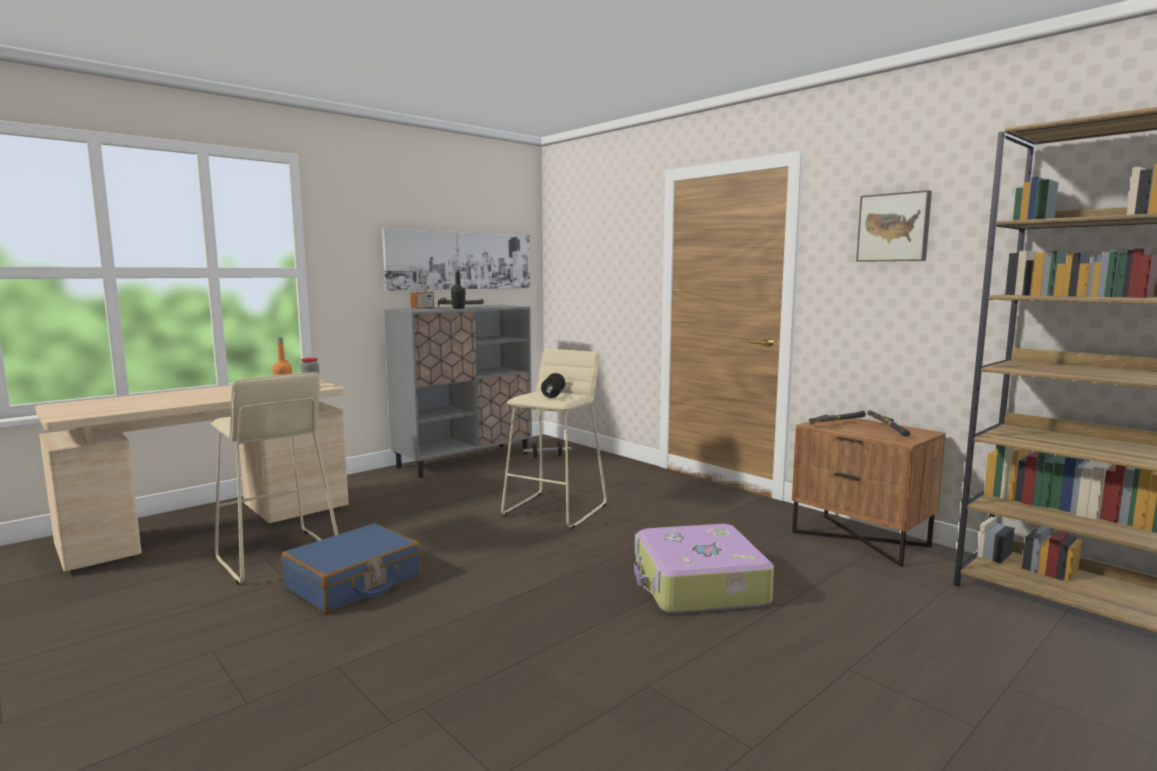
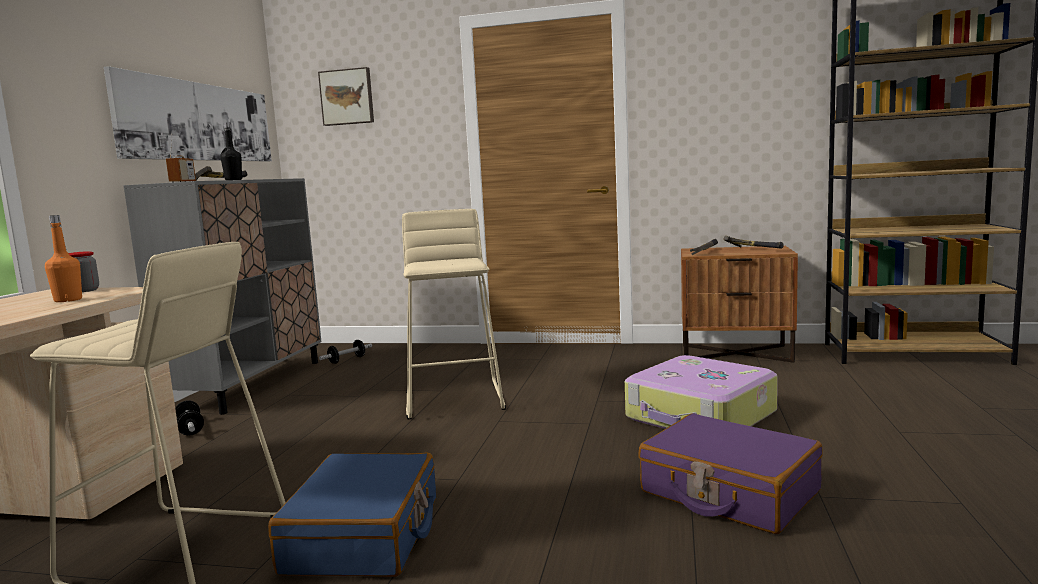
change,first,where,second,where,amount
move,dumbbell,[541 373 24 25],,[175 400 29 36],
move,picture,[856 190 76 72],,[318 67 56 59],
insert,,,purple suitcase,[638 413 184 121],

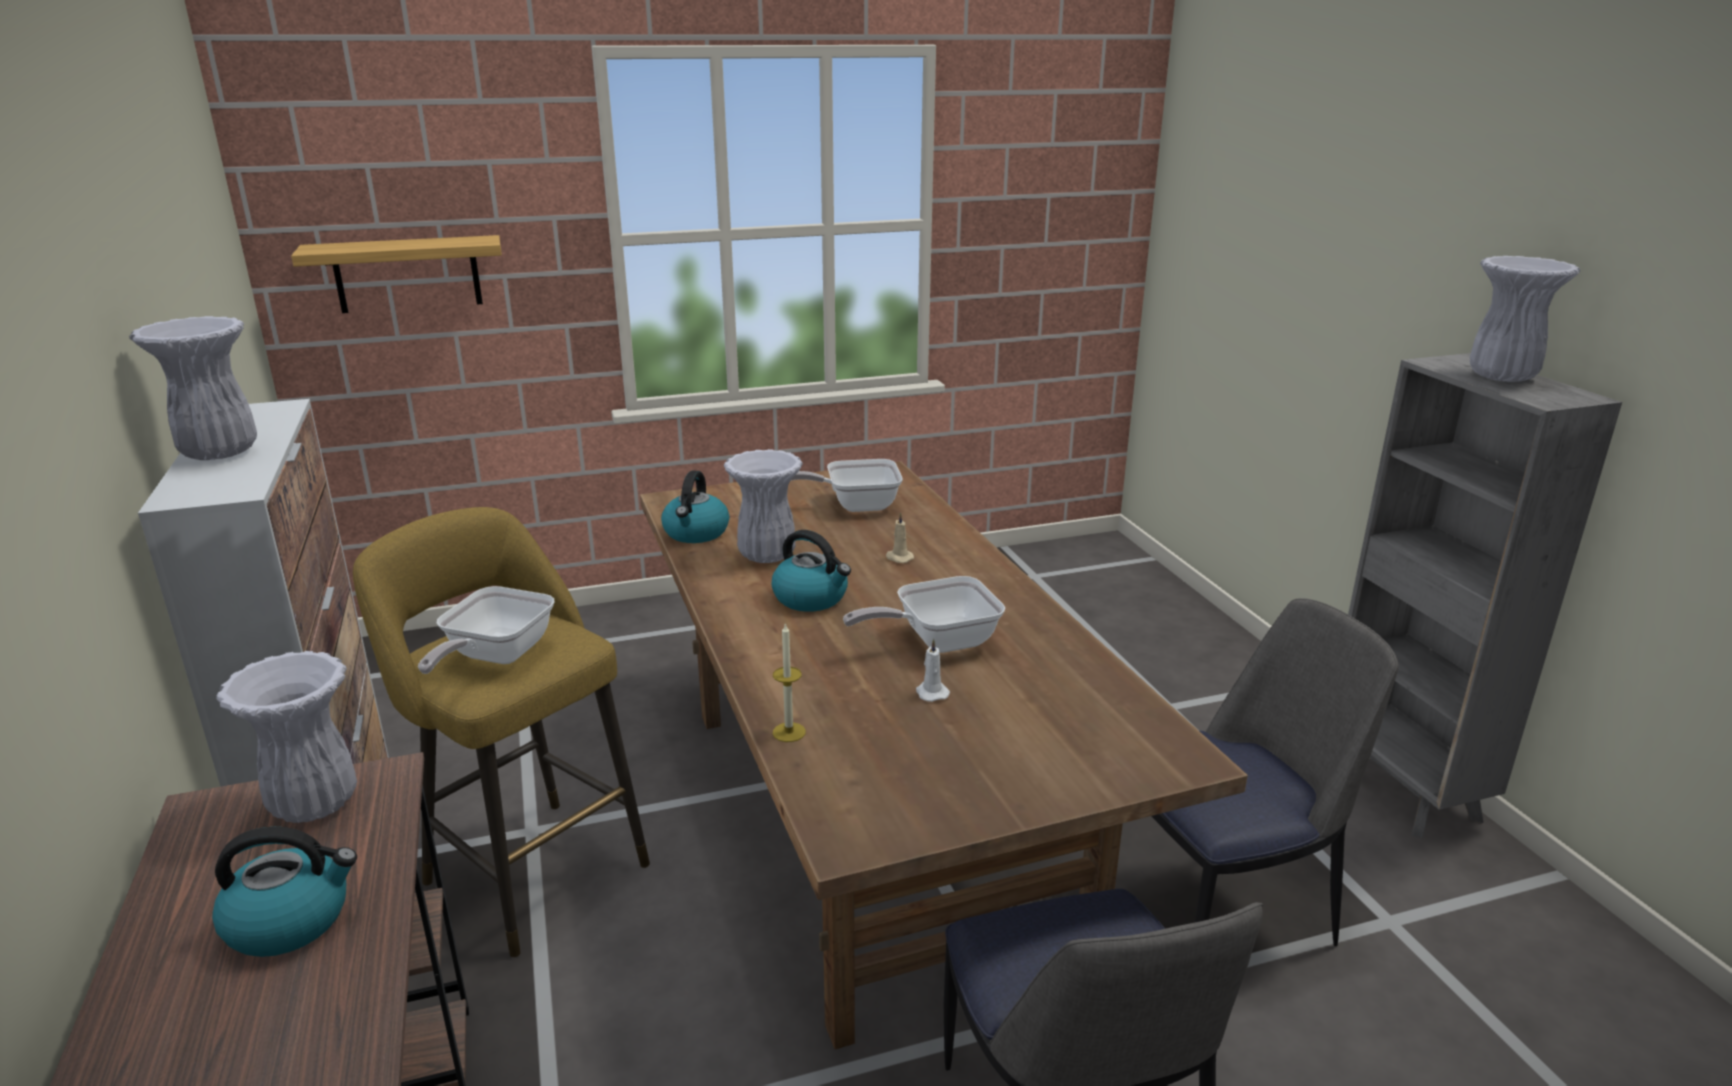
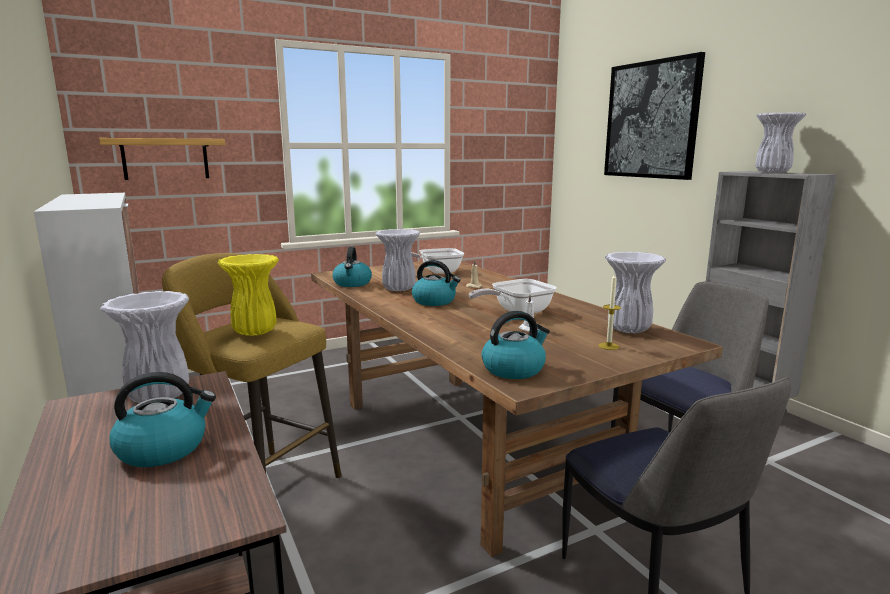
change,first,where,second,where,amount
replace,frying pan,[418 586 136 88],yellow vase,[218 254 61 82],
insert,,,kettle,[481 311 69 68],
move,candle,[773 623 33 119],,[599 274 22 76],
insert,,,picture,[604 52 101 128],
move,white vase,[129 316 128 144],,[605 252 61 81],

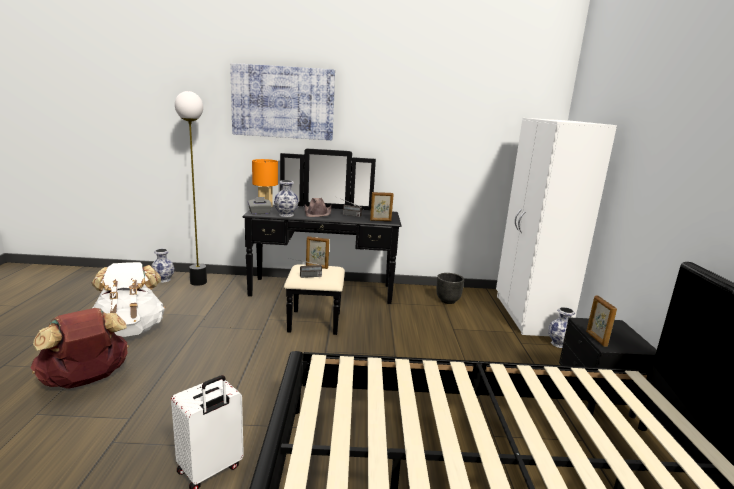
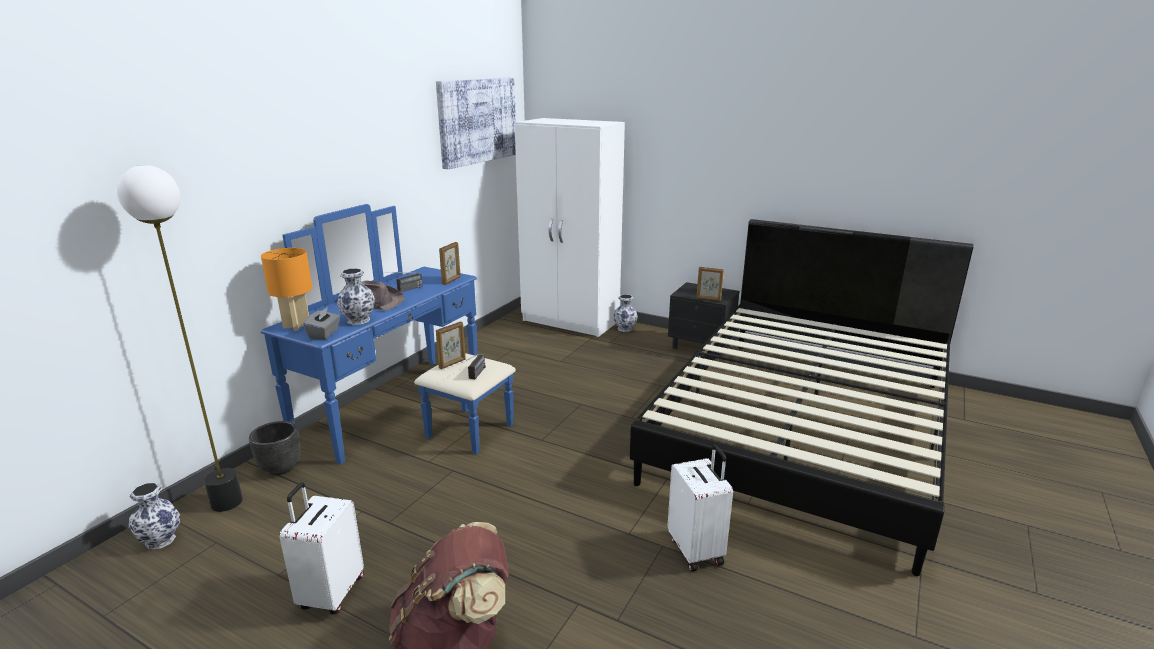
change,first,where,second,where,amount
move,black planter,[436 273 28 31],,[249 421 51 54],
recolor,black dresser,[242 149 159 186],blue dresser,[261 204 255 261],
replace,white backpack,[92 262 73 75],white suitcase,[279 482 85 132],
move,picture,[230 63 105 77],,[436 78 80 91],

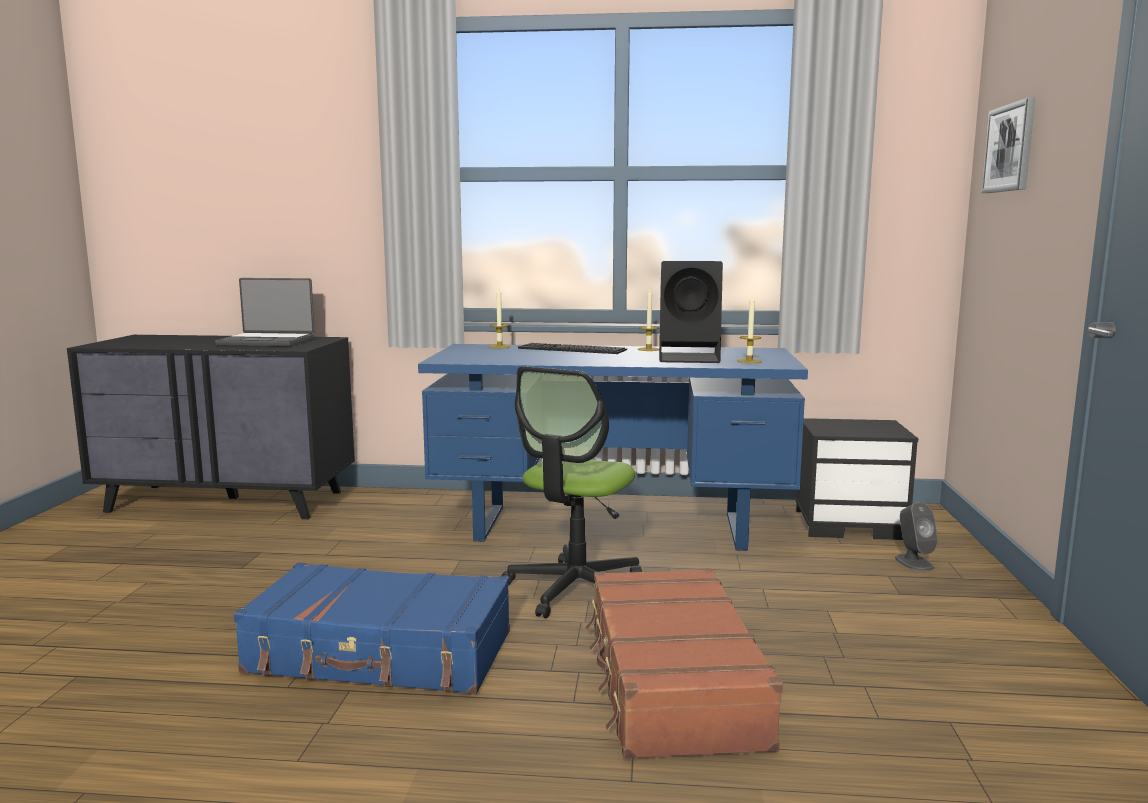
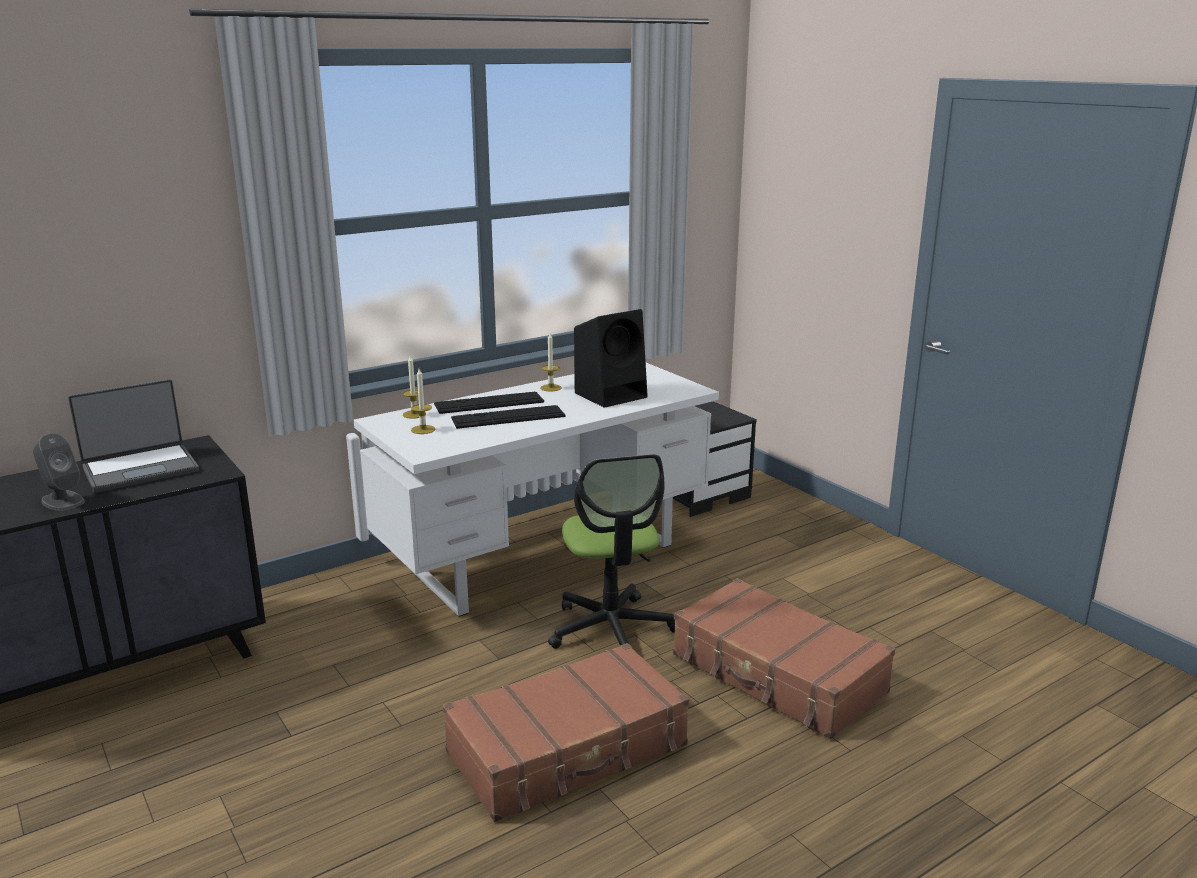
change,first,where,second,where,amount
move,grey speaker,[895 502 43 69],,[33 433 52 78],
recolor,blue desk,[418 344 390 207],white desk,[354 363 365 254],
move,candle,[737 294 25 69],,[411 369 24 65],
recolor,blue suitcase,[234 562 276 132],brown suitcase,[443 643 246 179],
insert,,,keyboard,[451 405 115 24],
delete,picture,[982 97 53 96],,,

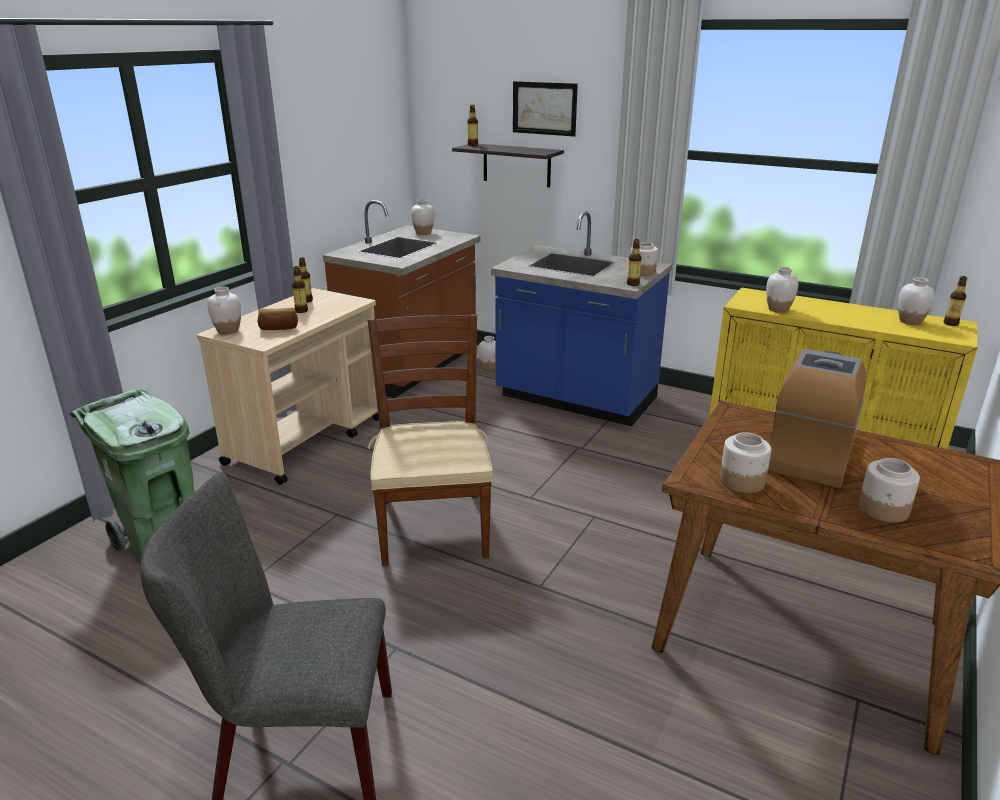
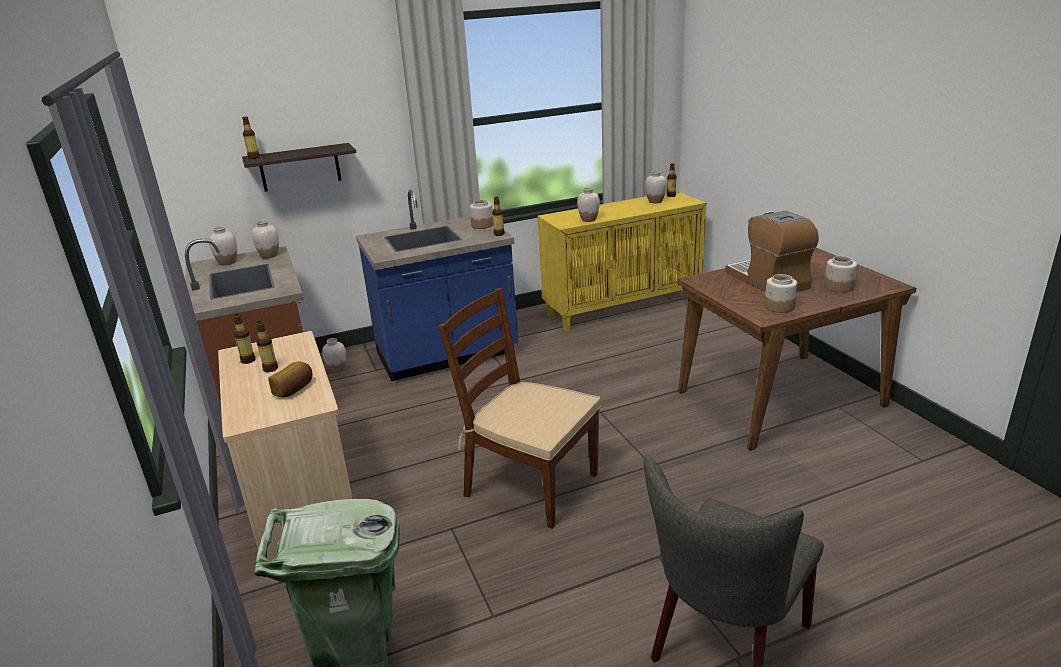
change,first,where,second,where,amount
move,white vase,[207 287 34 48],,[252 220 27 38],
delete,picture,[513 81 65 56],,,

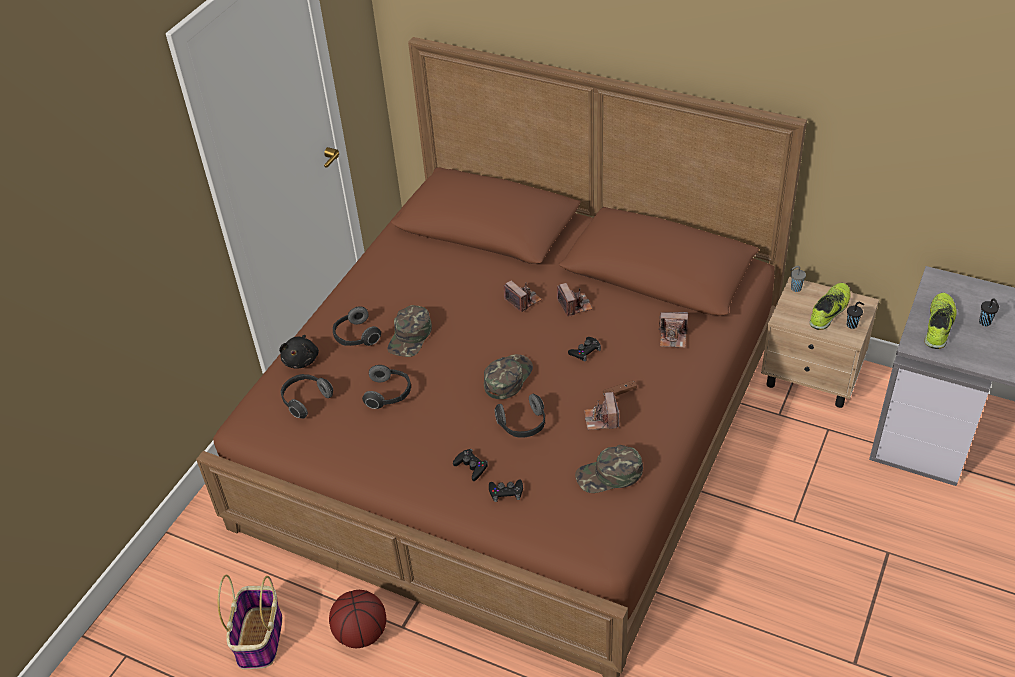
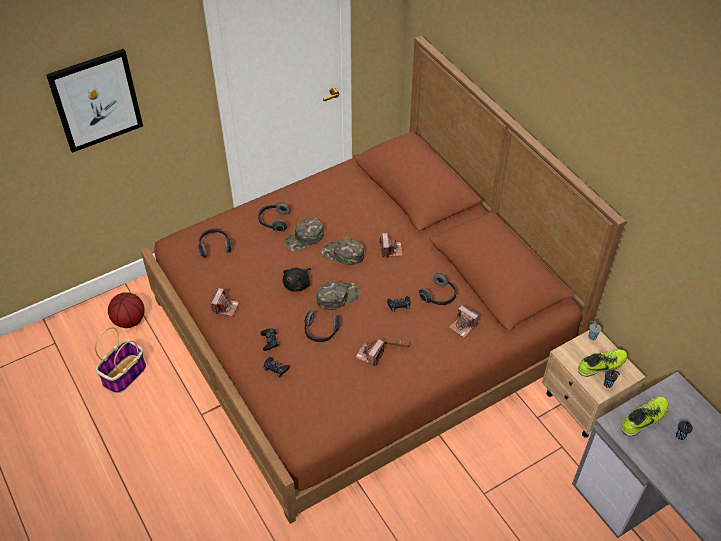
change,first,where,second,where,amount
insert,,,picture,[46 49 97 104],
move,basketball,[329 590 57 58],,[108 292 37 36],
move,photo camera,[557 283 36 34],,[211 288 28 29],
move,black plush toy,[279 335 40 34],,[283 268 28 24],
move,green cap,[575 445 68 48],,[321 238 43 27],
move,headphones,[362 365 49 44],,[419 273 38 32],

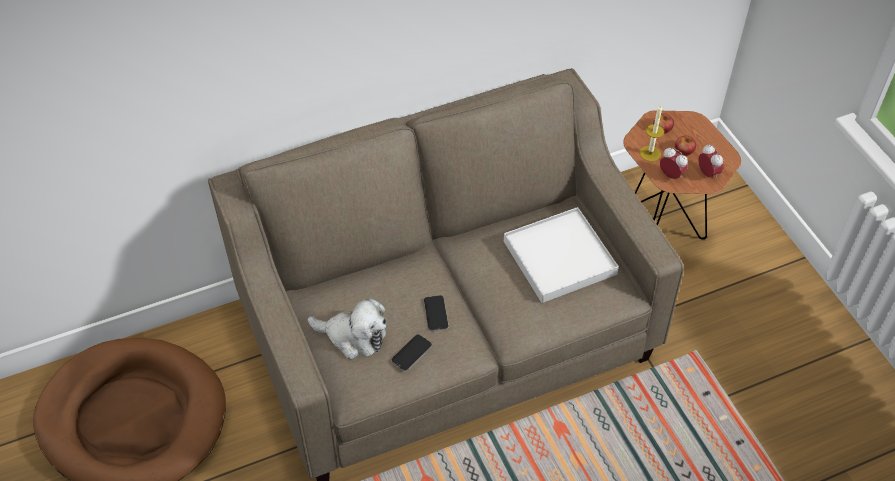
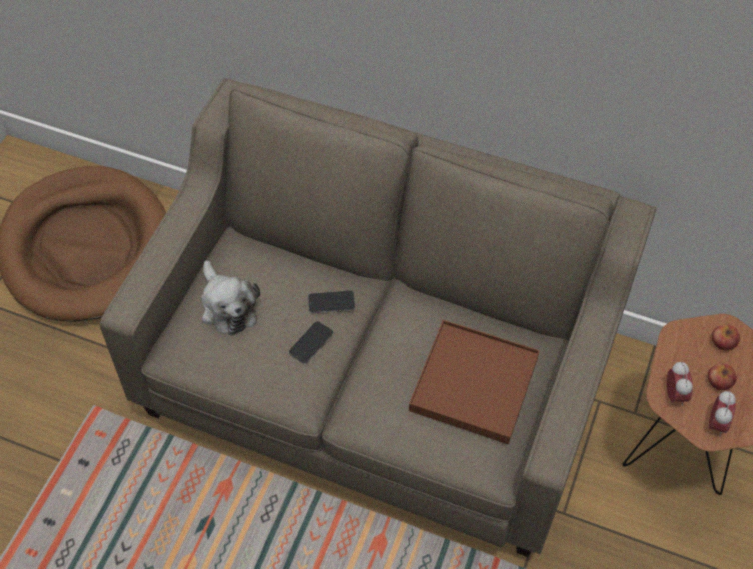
change,first,where,second,where,amount
move,phone,[391 334 41 37],,[308 291 47 22],
recolor,white tray,[504 207 115 96],brown tray,[409 320 131 124],
delete,candle,[640 104 24 58],,,

